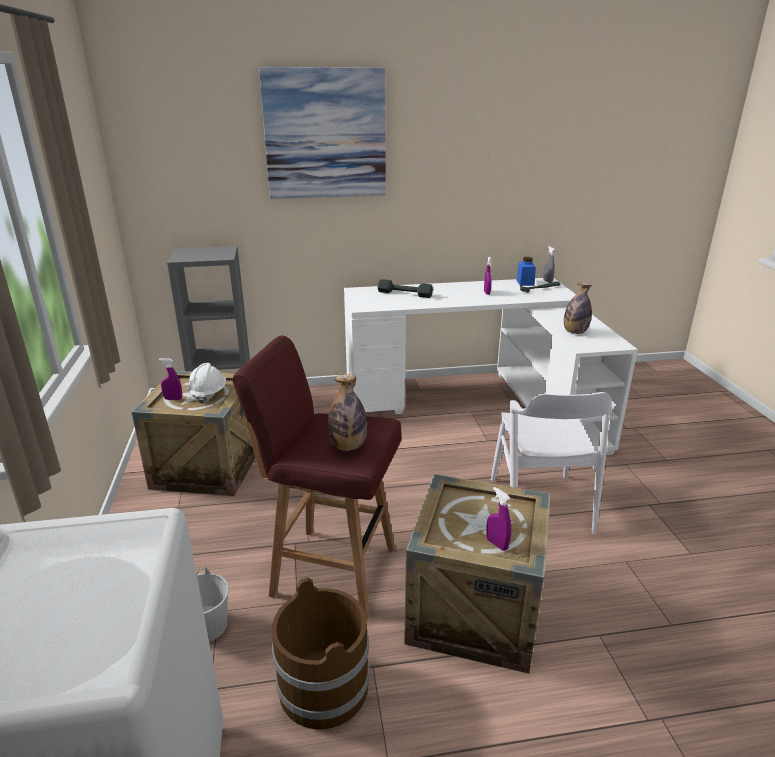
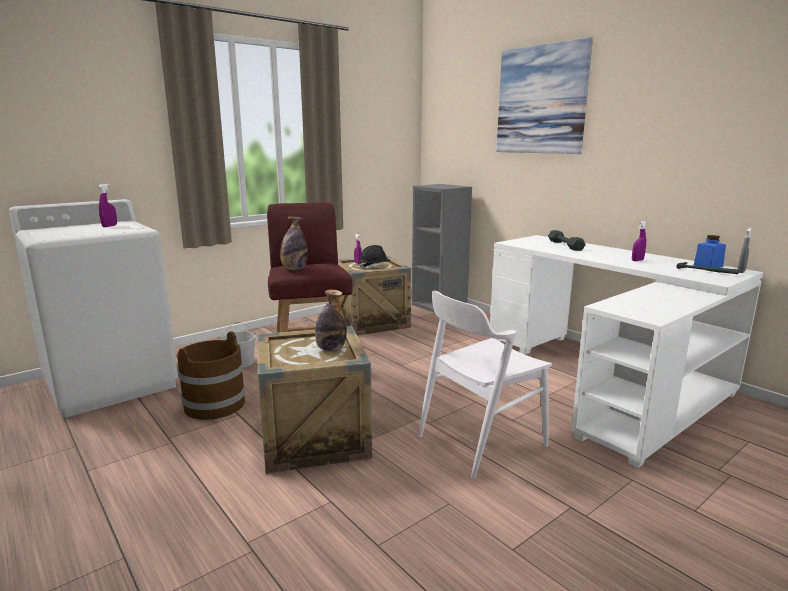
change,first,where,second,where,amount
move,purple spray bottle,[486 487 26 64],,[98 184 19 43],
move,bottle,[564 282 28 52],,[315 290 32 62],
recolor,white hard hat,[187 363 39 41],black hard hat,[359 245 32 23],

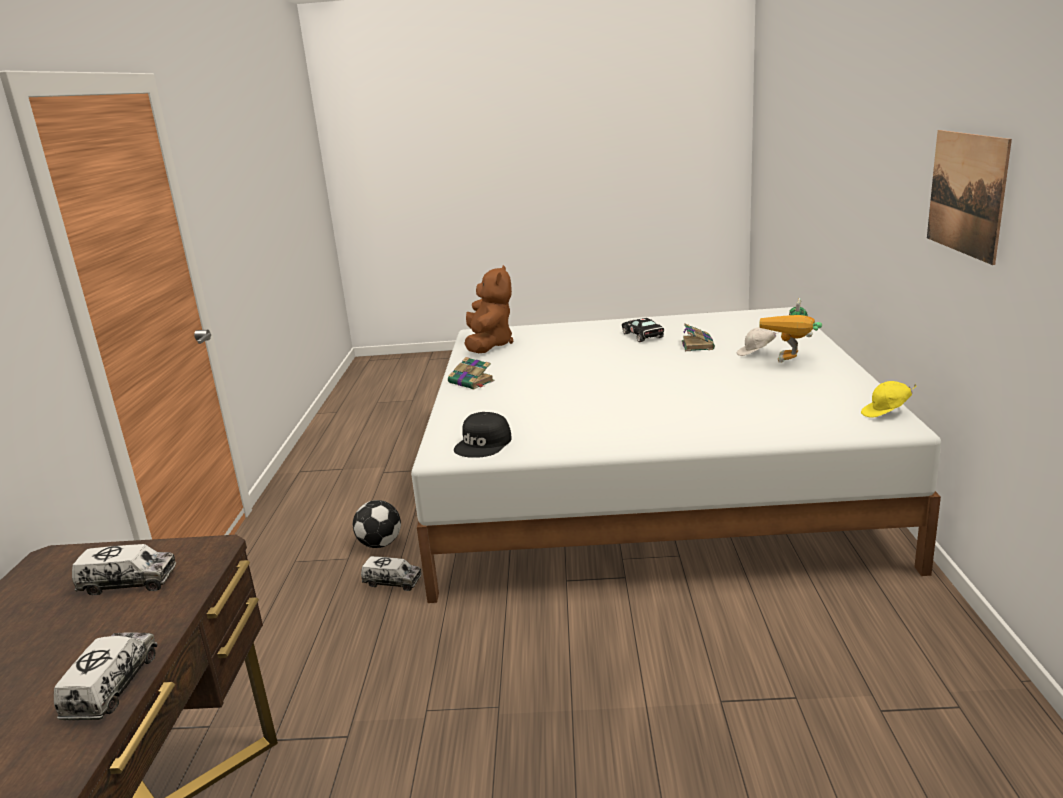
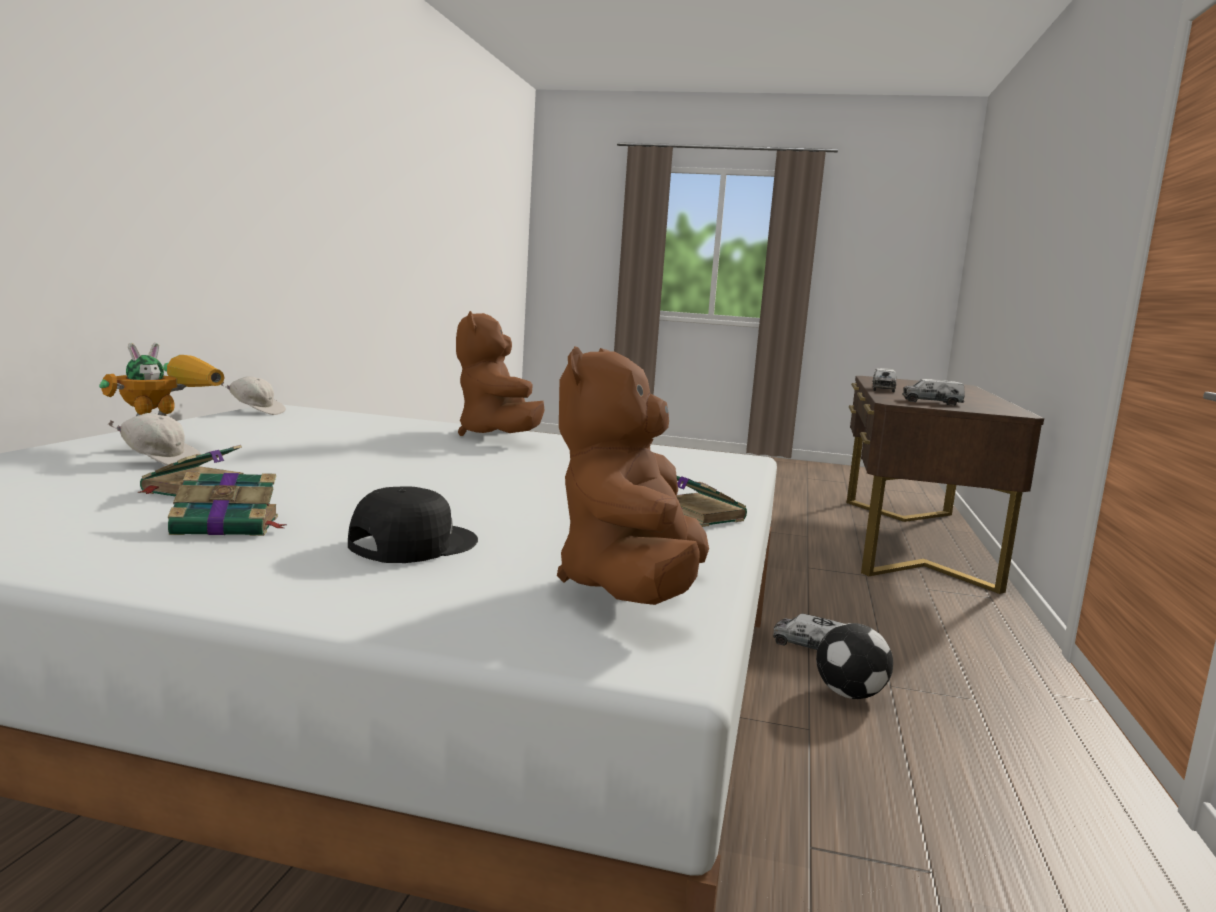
change,first,where,second,where,amount
replace,black toy car,[622 318 42 24],book,[168 472 119 64],
recolor,yellow cap,[861 381 55 37],white cap,[221 376 65 39],
move,black cap,[454 412 58 46],,[348 486 130 77],
insert,,,brown plush toy,[456 311 89 125],
delete,picture,[927 130 85 135],,,

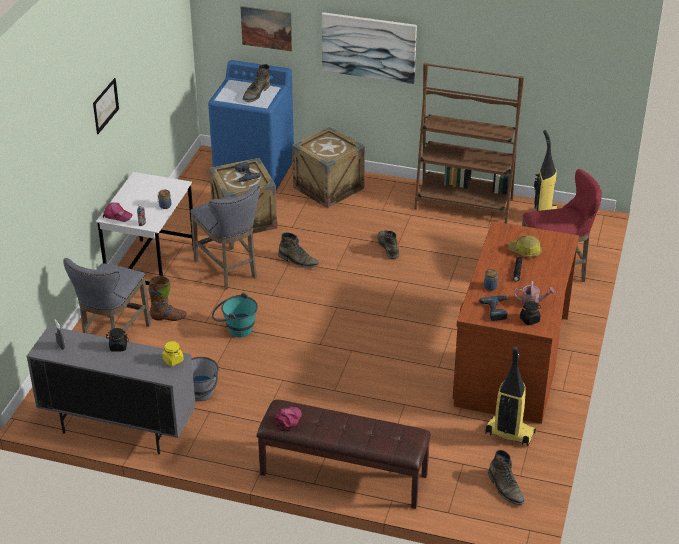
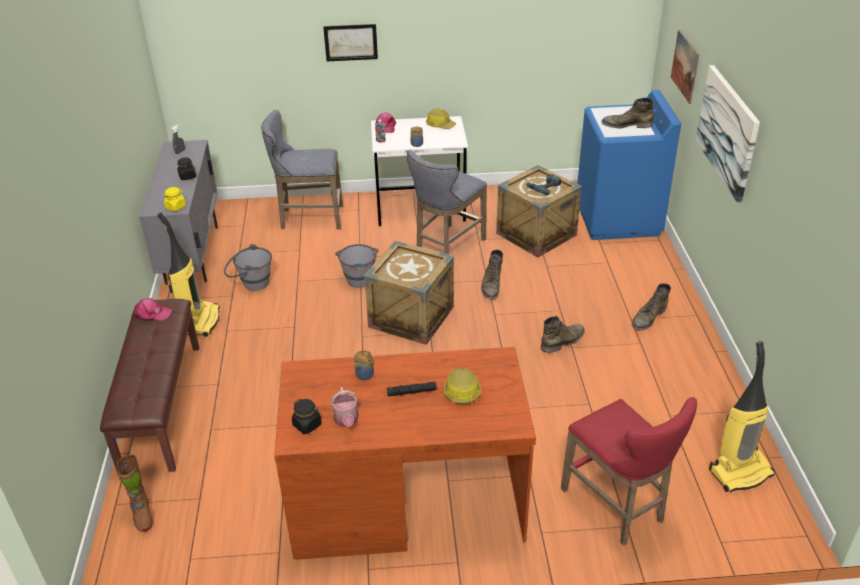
change,first,where,second,where,amount
move,brown boot,[148 276 39 45],,[117 454 36 78],
move,vacuum cleaner,[485 346 51 100],,[157 212 63 125],
move,picture,[93 78 26 56],,[323 24 55 37],
recolor,turquoise bucket,[212 293 46 44],grey bucket,[335 244 44 44],
move,crate,[292 127 73 81],,[364 241 90 104],
insert,,,hard hat,[426 108 30 21],
move,green boot,[488 450 37 55],,[632 283 39 47],
delete,brown bookcase,[414 62 110 161],,,
delete,power drill,[479 295 31 26],,,

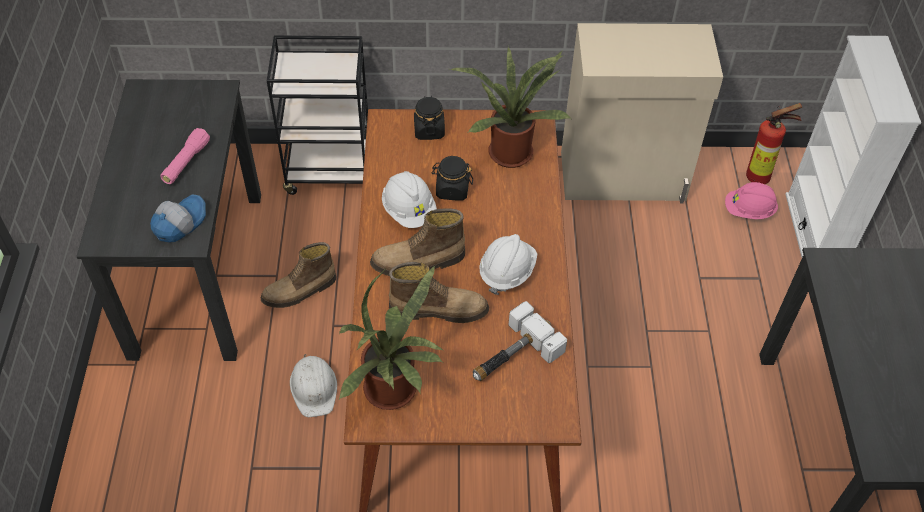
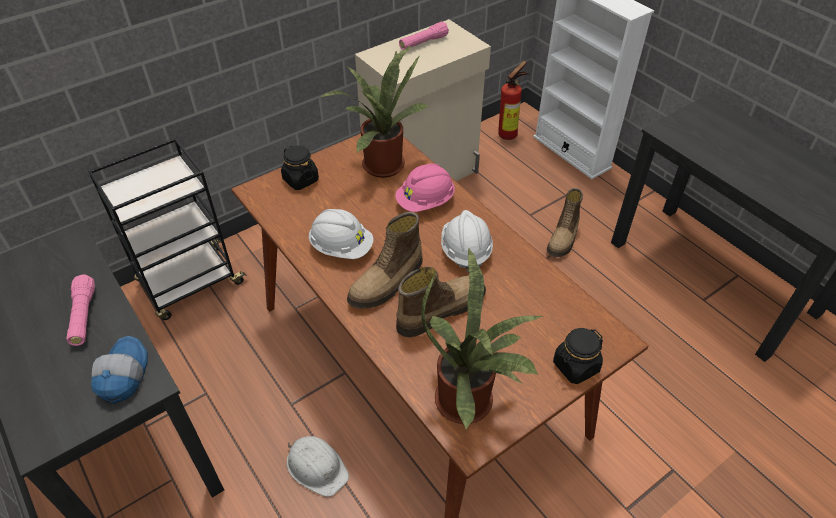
change,first,where,second,where,amount
move,pink hard hat,[725 182 53 37],,[395 163 60 49],
insert,,,pink flashlight,[399 22 50 28],
move,boot,[261 242 75 66],,[547 188 36 69],
move,black jar,[432 156 41 45],,[553 328 50 56],
delete,hammer,[473 301 94 80],,,

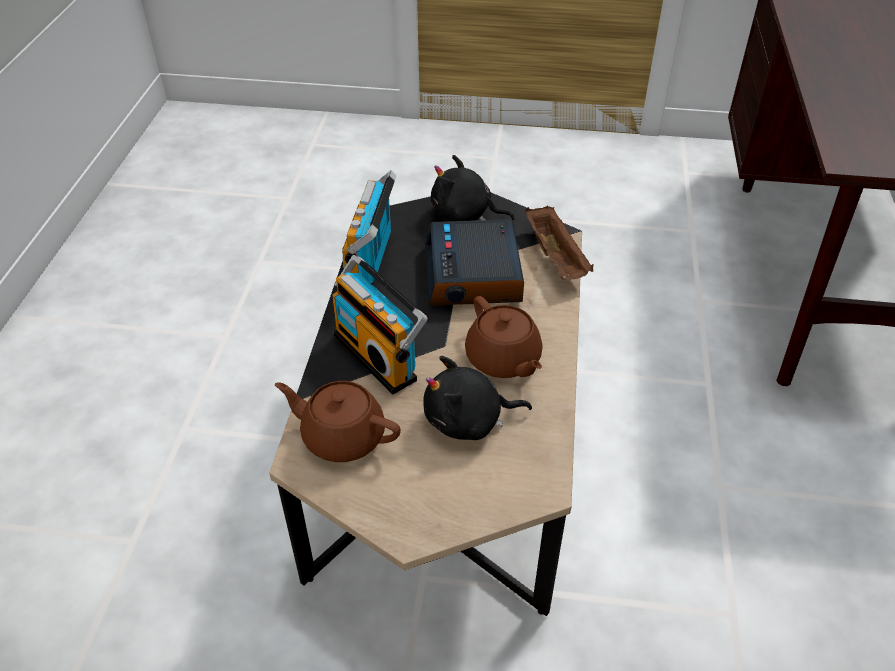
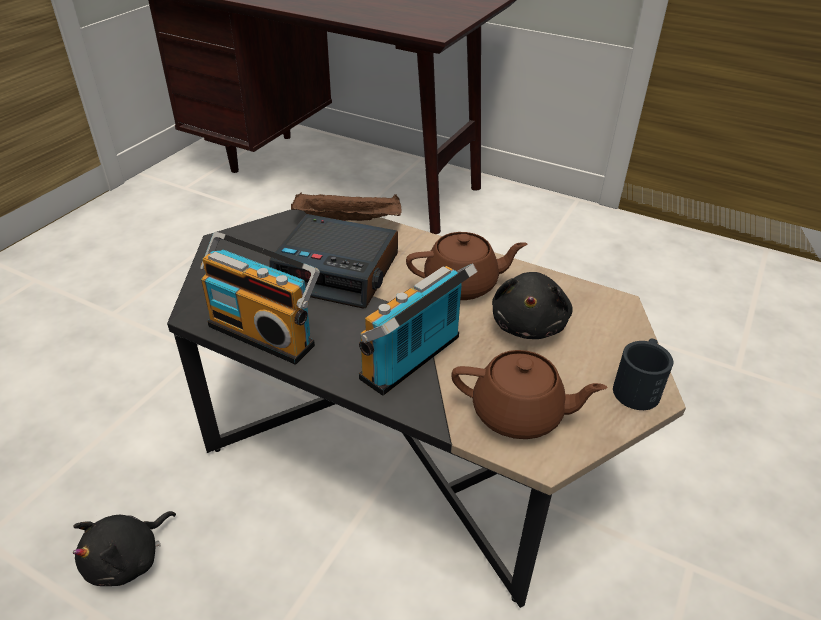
change,first,where,second,where,amount
move,black plush toy,[431 155 84 66],,[73 511 103 75],
rotate,radio,[332 255 95 140],,[359 264 119 132],150 degrees clockwise
rotate,brown teapot,[275 381 126 81],,[451 350 157 89],120 degrees counterclockwise
insert,,,black mug,[613 338 60 72],

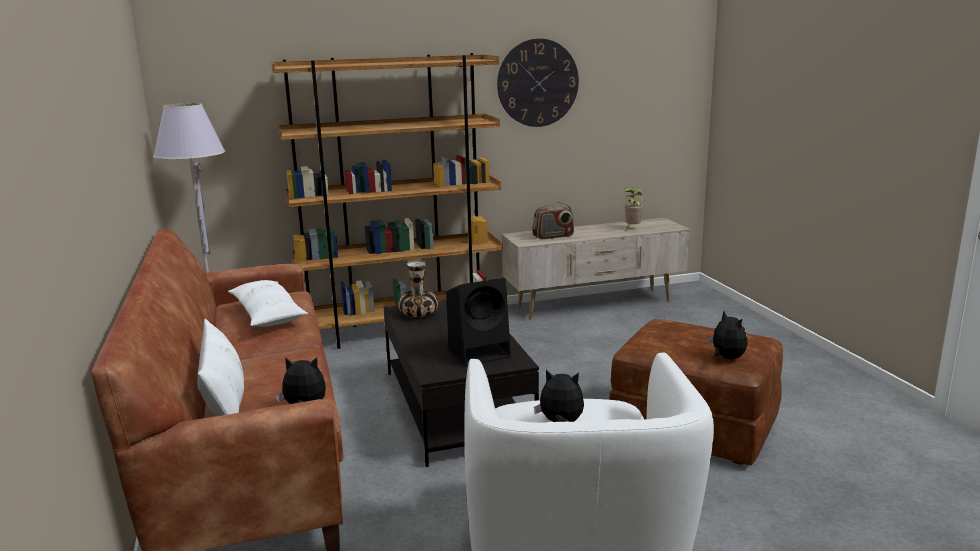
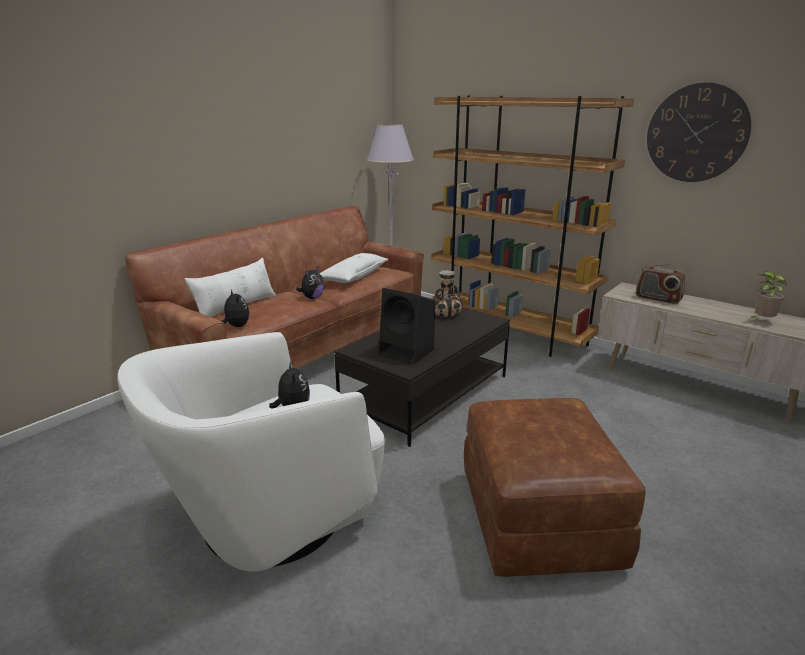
change,first,where,second,where,amount
move,plush toy,[707 311 41 48],,[296 267 28 32],

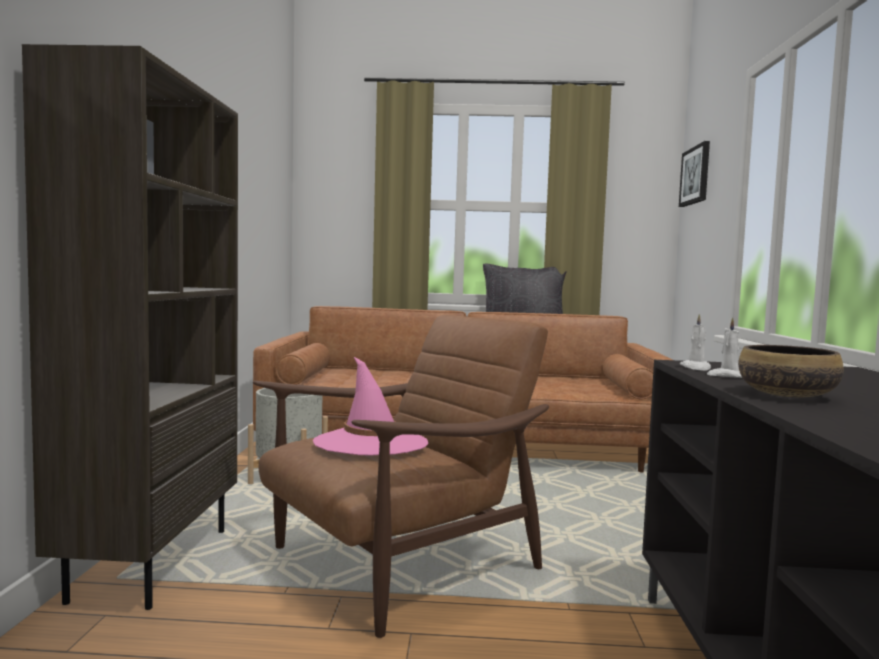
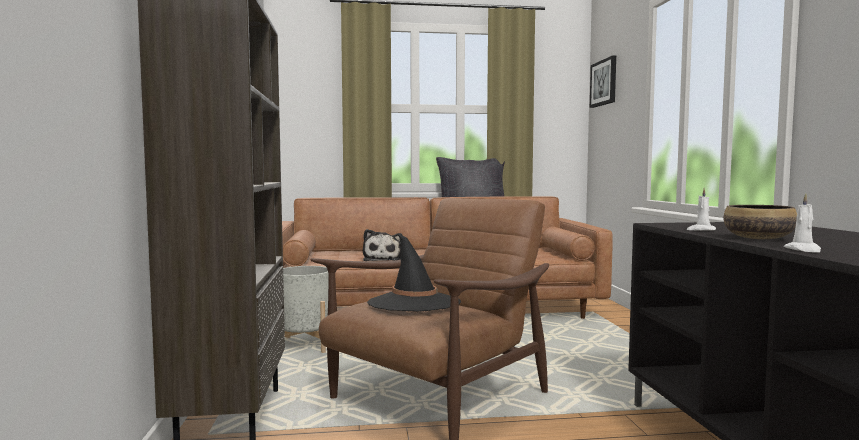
change,first,where,second,where,amount
insert,,,plush toy,[363 229 40 32],
recolor,pink hat,[313 356 115 100],black hat,[367 234 94 77],
move,white candle,[680 314 31 57],,[784 193 37 60],

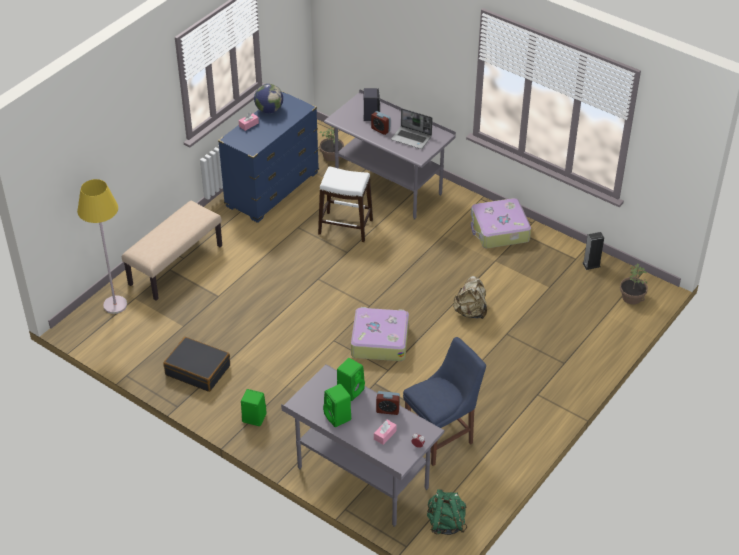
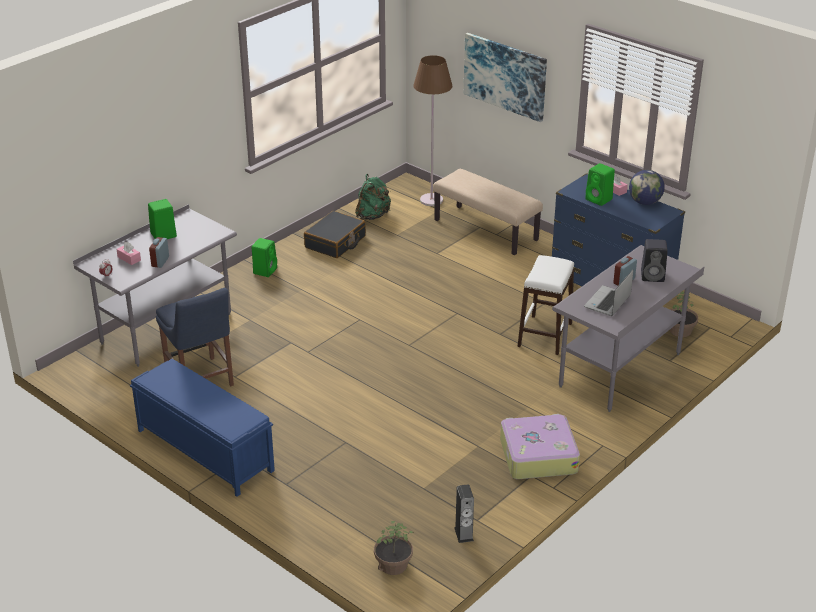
change,first,where,second,where,amount
insert,,,blue bench,[130 359 145 138],
move,green backpack,[427 489 40 46],,[355 174 36 46],
recolor,yellow floor lamp,[77 179 50 135],brown floor lamp,[413 55 39 151],
insert,,,picture,[464 33 83 89],
move,green speaker,[337 358 28 43],,[585 163 30 43],
delete,suitcase,[351 307 58 54],,,
delete,beige backpack,[453 276 34 43],,,

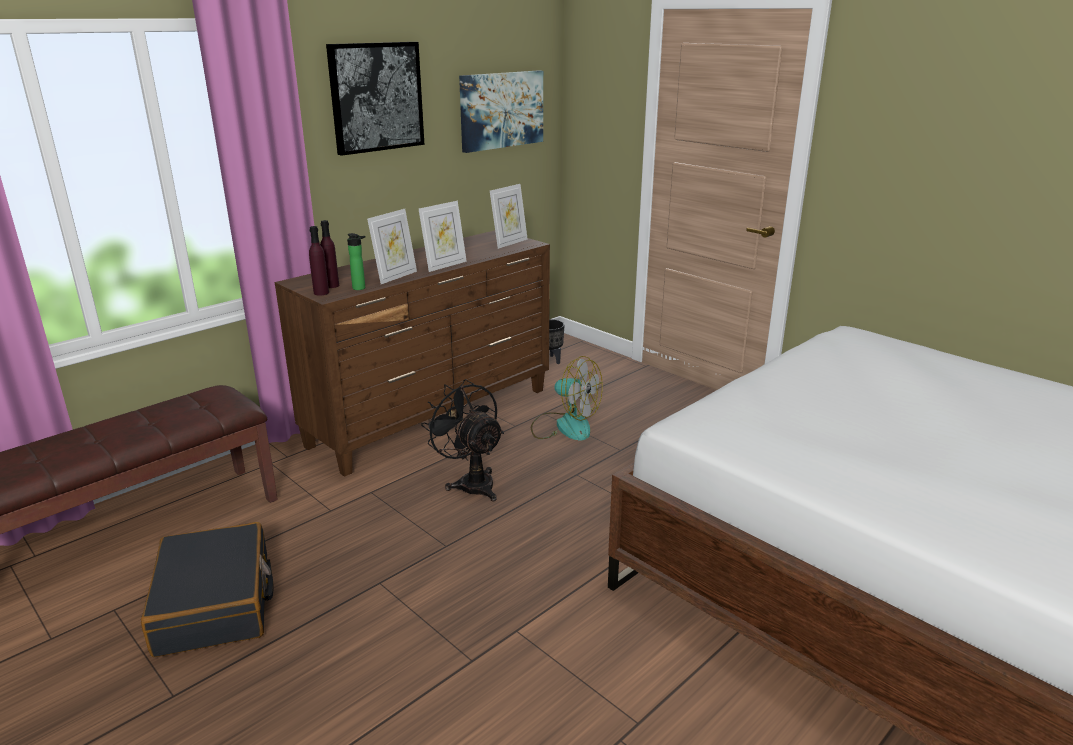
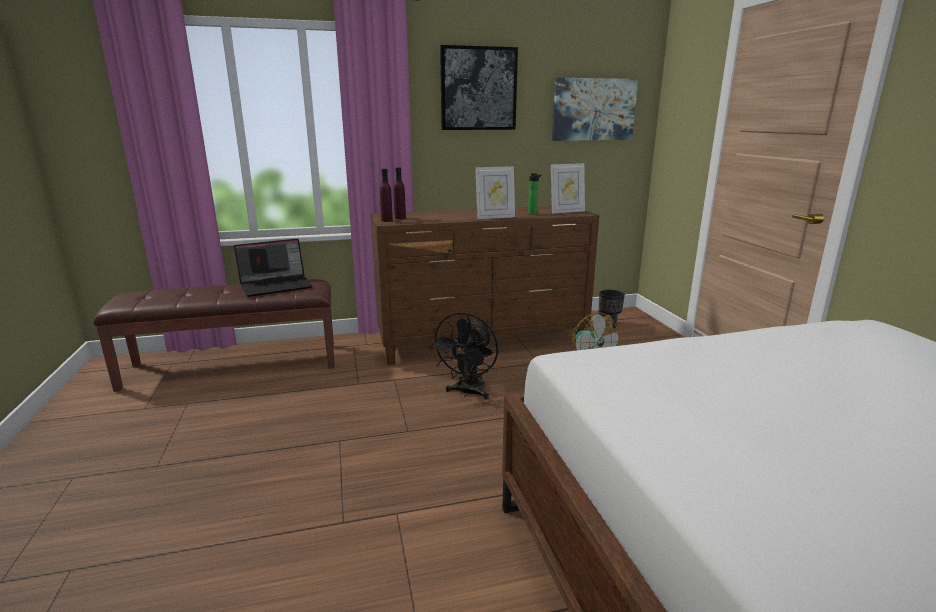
change,first,where,second,where,amount
insert,,,laptop,[234 239 79 58],
rotate,black fan,[421 379 83 123],,[429 312 69 88],150 degrees counterclockwise
move,bottle,[347 233 19 57],,[528 173 14 41],
delete,black suitcase,[141 522 133 135],,,
delete,picture frame,[367 209 50 75],,,

